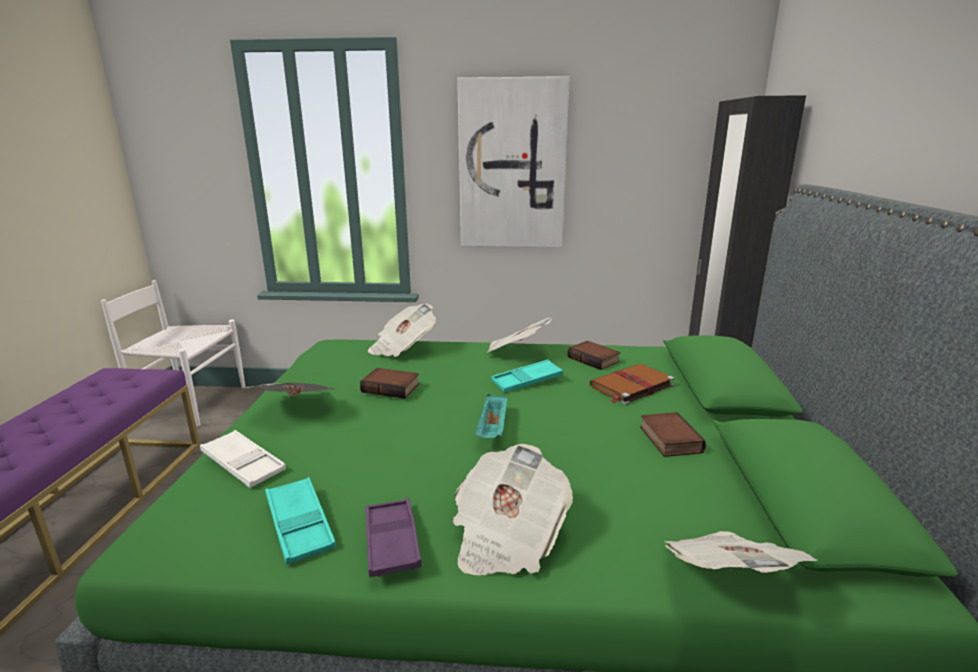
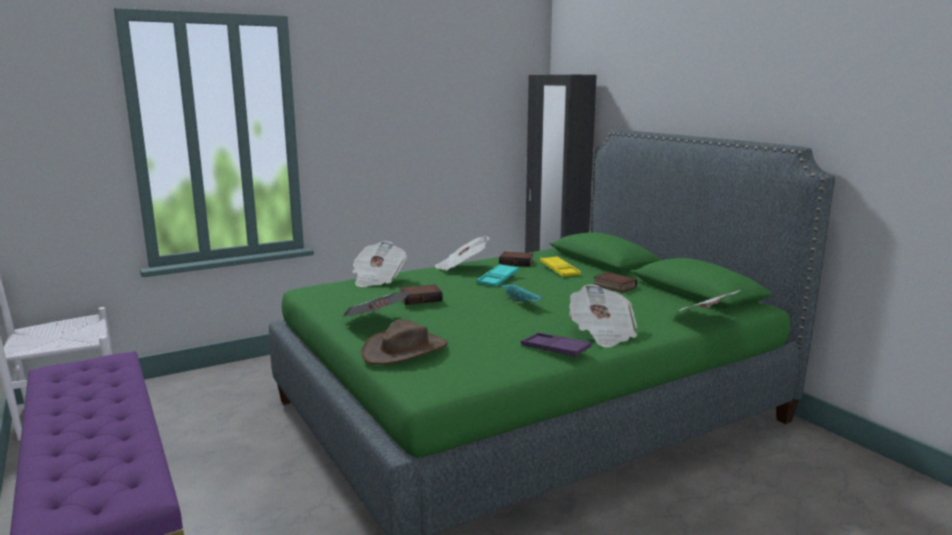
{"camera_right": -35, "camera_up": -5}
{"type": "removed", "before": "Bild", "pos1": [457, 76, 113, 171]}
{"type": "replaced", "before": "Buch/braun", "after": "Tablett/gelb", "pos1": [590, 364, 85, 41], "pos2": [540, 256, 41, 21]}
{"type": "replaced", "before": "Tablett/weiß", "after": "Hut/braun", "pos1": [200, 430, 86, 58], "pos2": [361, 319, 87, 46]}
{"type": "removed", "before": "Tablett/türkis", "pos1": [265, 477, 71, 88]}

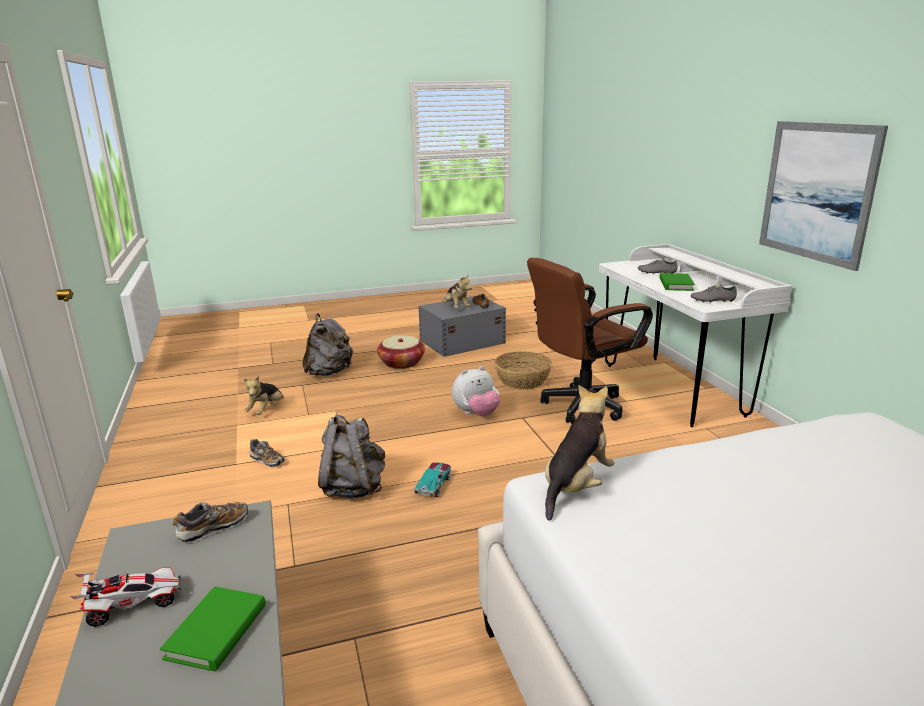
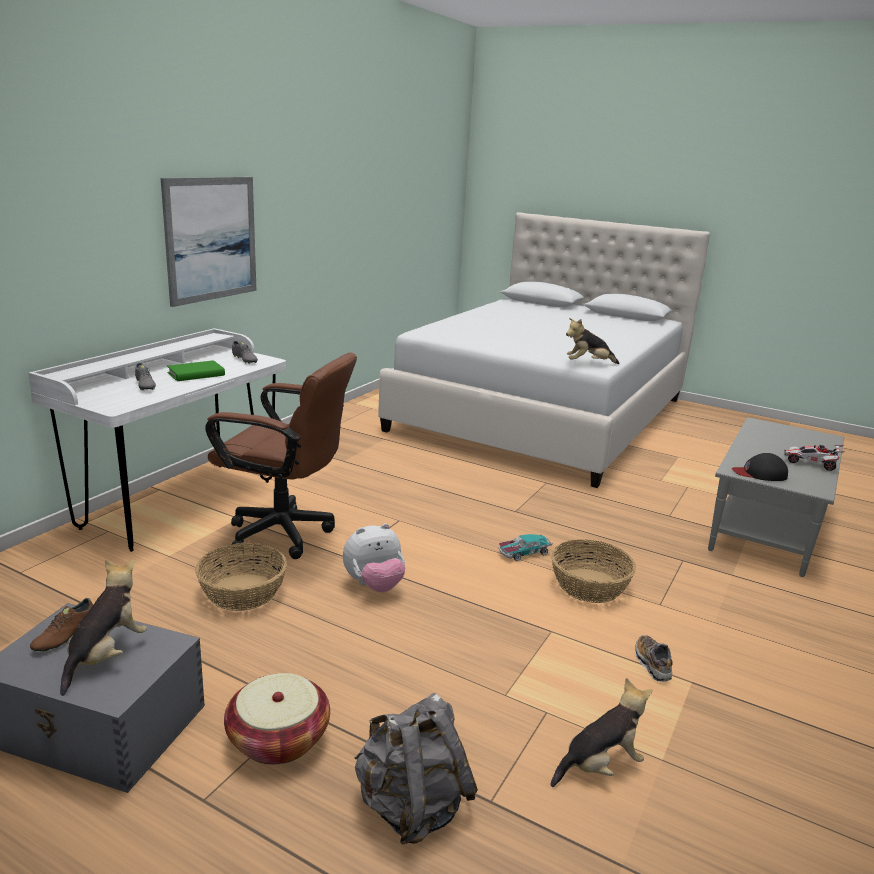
{"camera_right": -135, "camera_up": 0}
{"type": "turned", "before": "Plüschtier", "pos1": [452, 366, 48, 51], "pos2": [343, 523, 62, 69], "turn": 135}
{"type": "replaced", "before": "Rucksack/grau", "after": "Korb", "pos1": [318, 415, 67, 83], "pos2": [551, 539, 85, 64]}
{"type": "replaced", "before": "Schuh", "after": "Kappe/schwarz", "pos1": [172, 502, 76, 41], "pos2": [732, 453, 56, 28]}
{"type": "removed", "before": "Buch/grün", "pos1": [160, 586, 106, 85]}

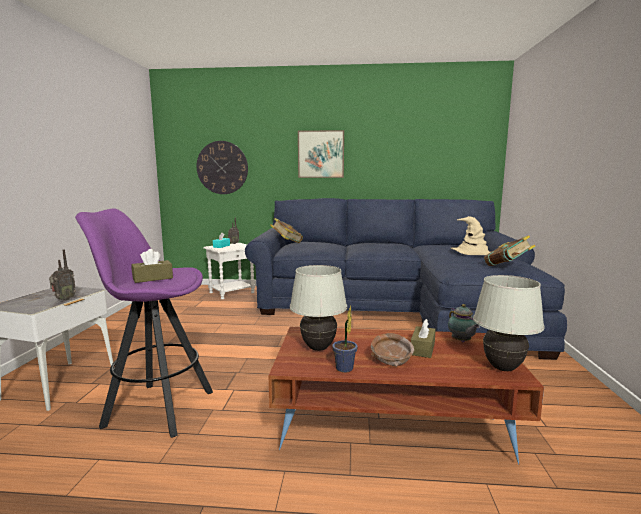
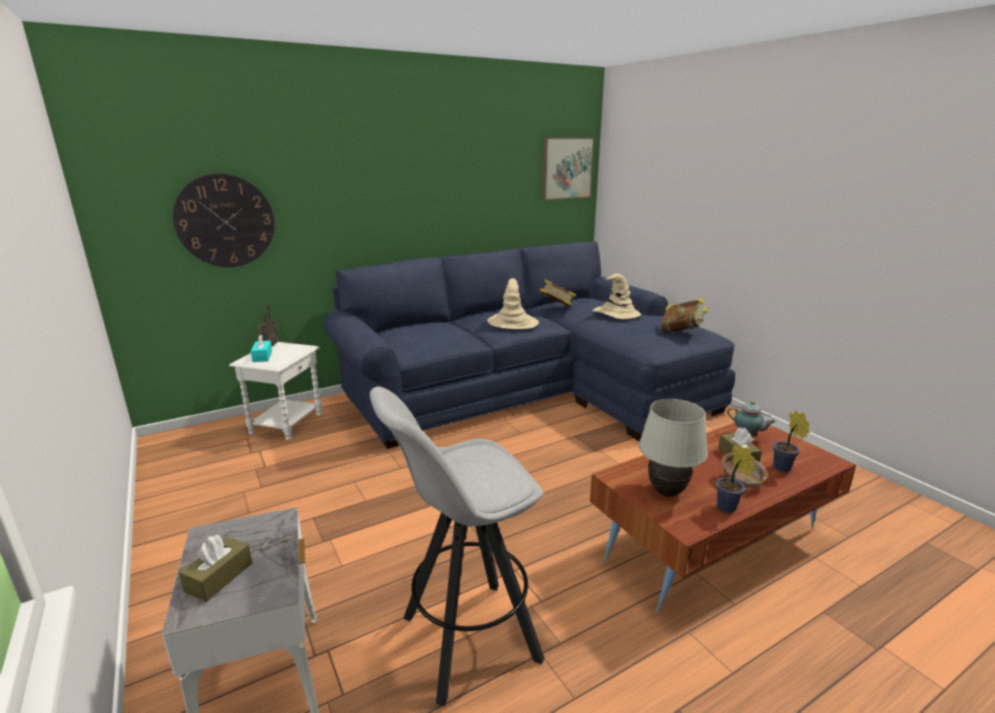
{"camera_right": -35, "camera_up": 10}
{"type": "moved", "before": "Bild", "pos1": [298, 130, 46, 48], "pos2": [542, 137, 53, 63]}
{"type": "recoloured", "before": "Hocker/lila", "after": "Hocker/grau", "pos1": [75, 208, 138, 230], "pos2": [370, 387, 174, 319]}
{"type": "moved", "before": "Buch", "pos1": [270, 218, 33, 25], "pos2": [539, 280, 37, 27]}
{"type": "removed", "before": "Radio", "pos1": [49, 249, 27, 52]}
{"type": "moved", "before": "Taschentuchbox/braun", "pos1": [131, 249, 42, 34], "pos2": [179, 535, 73, 67]}
{"type": "removed", "before": "Tischlampe/weiß", "pos1": [473, 275, 72, 96]}
{"type": "added", "after": "Hut/beige", "pos2": [487, 278, 52, 51]}
{"type": "added", "after": "Topfpflanze", "pos2": [773, 410, 37, 62]}

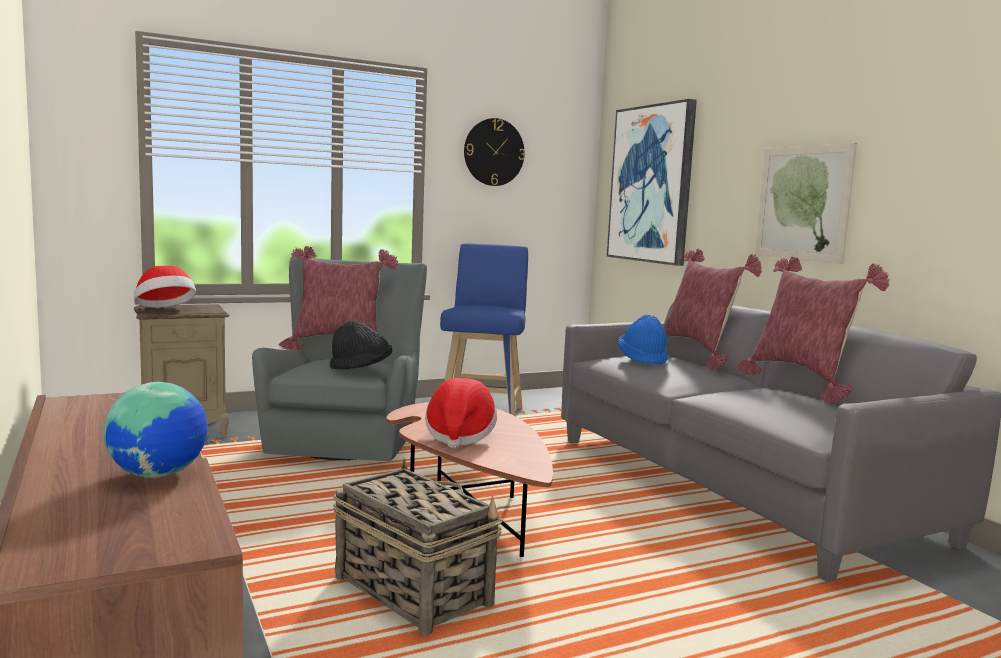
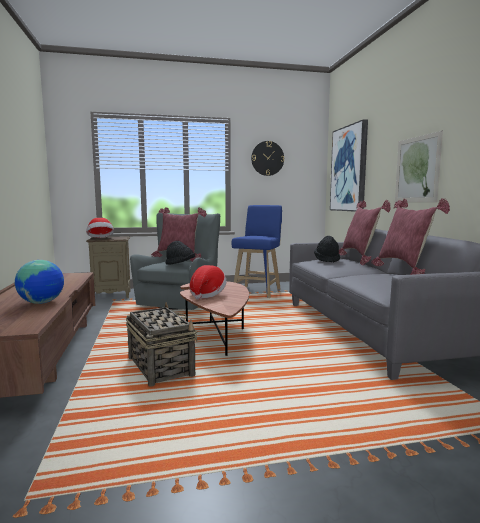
{"camera_right": 15, "camera_up": 0}
{"type": "recoloured", "before": "Hut/blau", "after": "Hut/schwarz", "pos1": [618, 315, 50, 50], "pos2": [314, 236, 26, 27]}

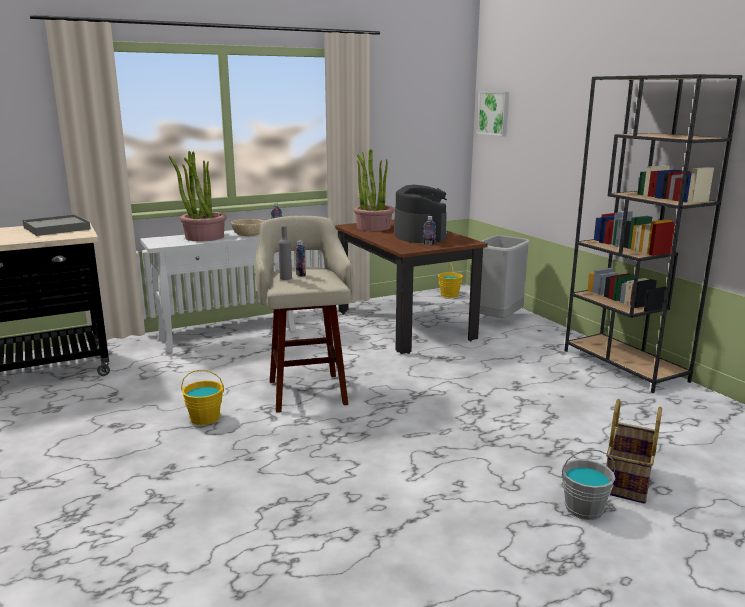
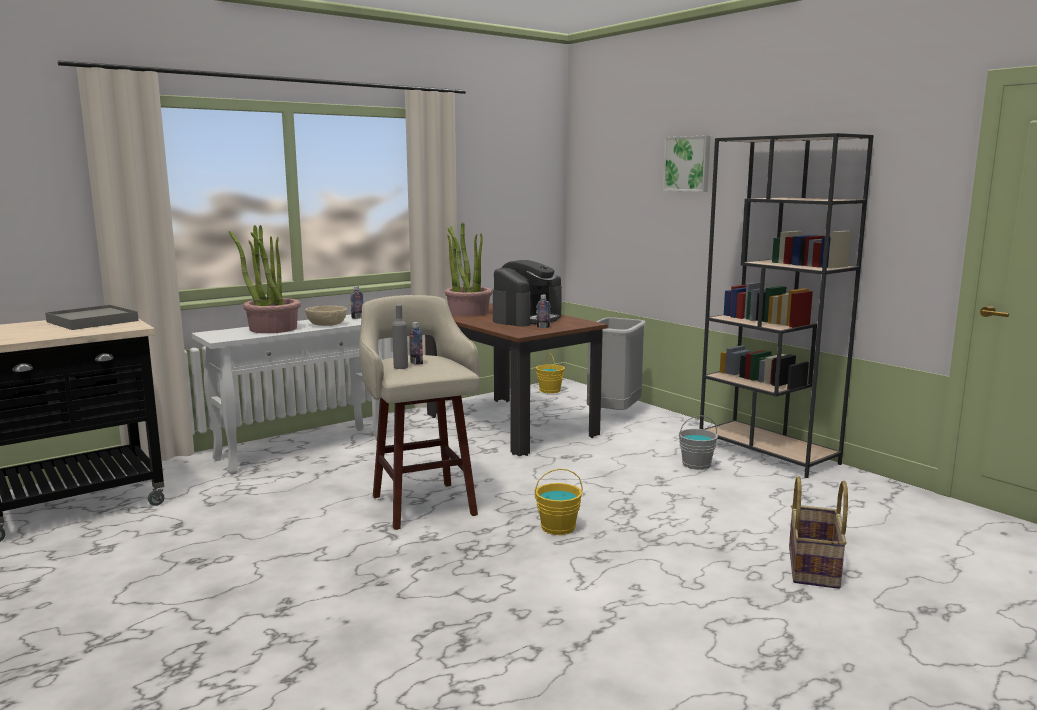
{"camera_right": -10, "camera_up": -5}
{"type": "moved", "before": "Bild", "pos1": [477, 92, 32, 44], "pos2": [663, 135, 48, 57]}
{"type": "turned", "before": "Kaffeemaschine", "pos1": [394, 185, 55, 58], "pos2": [493, 260, 69, 67], "turn": 60}
{"type": "moved", "before": "Eimer/gelb", "pos1": [181, 370, 43, 55], "pos2": [535, 469, 47, 66]}
{"type": "moved", "before": "Eimer/grau", "pos1": [562, 449, 54, 71], "pos2": [679, 415, 39, 55]}

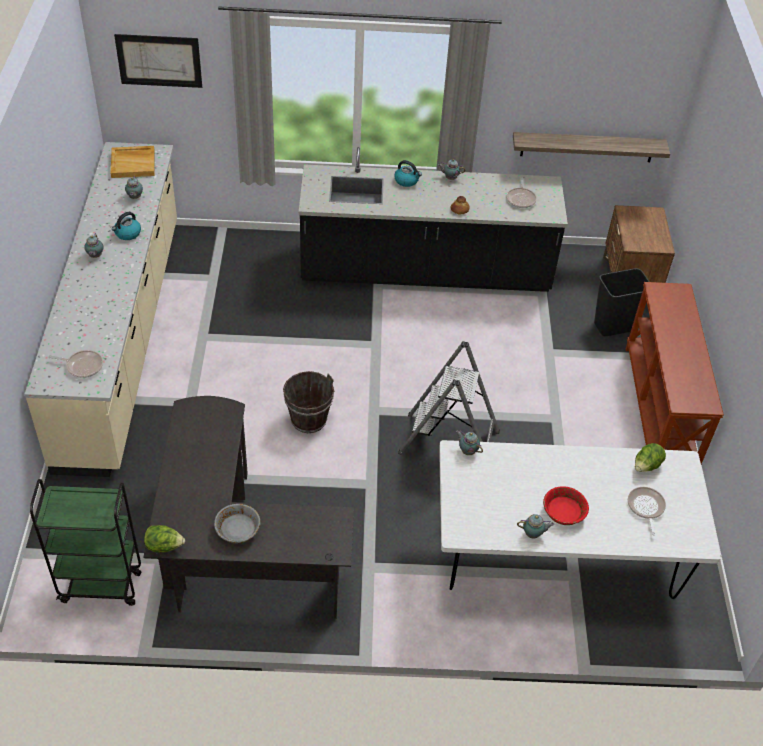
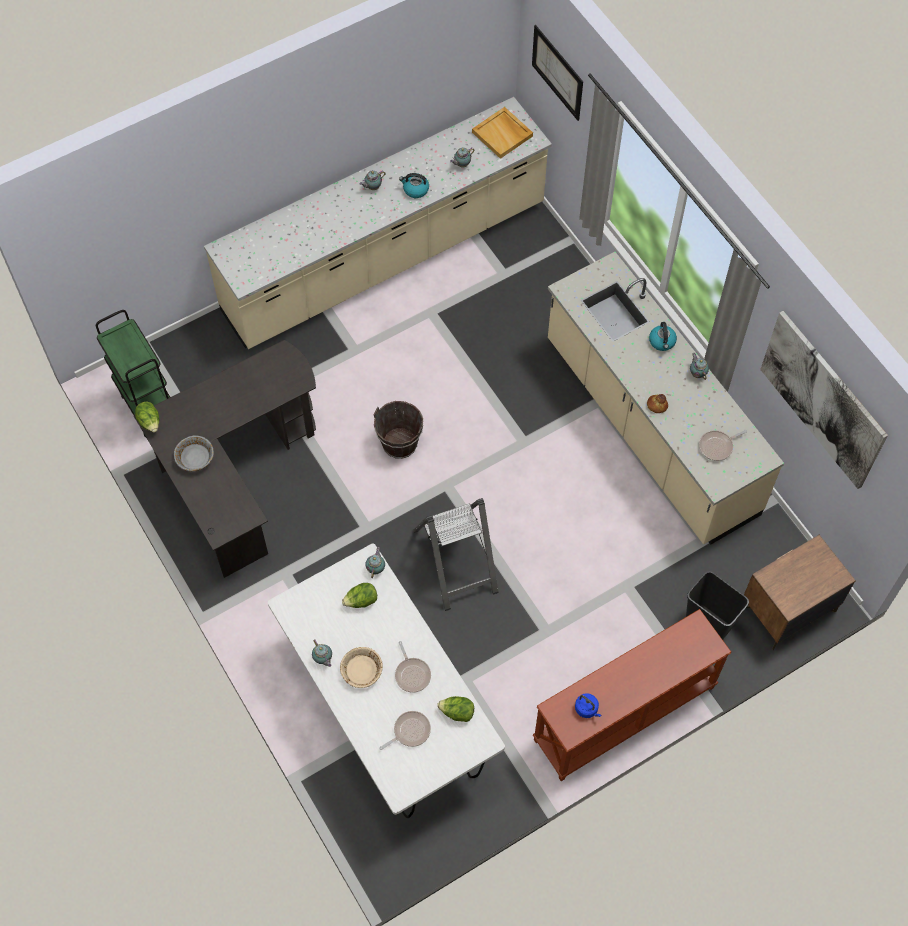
{"camera_right": 60, "camera_up": 15}
{"type": "removed", "before": "Wandregal", "pos1": [513, 132, 157, 30]}
{"type": "recoloured", "before": "Küchenzeile/schwarz", "after": "Küchenzeile/beige", "pos1": [299, 147, 269, 145], "pos2": [548, 252, 236, 293]}
{"type": "moved", "before": "Pfanne", "pos1": [48, 350, 55, 28], "pos2": [395, 641, 36, 52]}
{"type": "recoloured", "before": "Schüssel/rot", "after": "Schüssel/beige", "pos1": [543, 486, 46, 39], "pos2": [340, 647, 43, 41]}
{"type": "added", "after": "Bild", "pos2": [760, 311, 128, 178]}
{"type": "added", "after": "Salatkopf", "pos2": [342, 583, 35, 25]}
{"type": "added", "after": "Wasserkessel/blau", "pos2": [575, 693, 26, 25]}

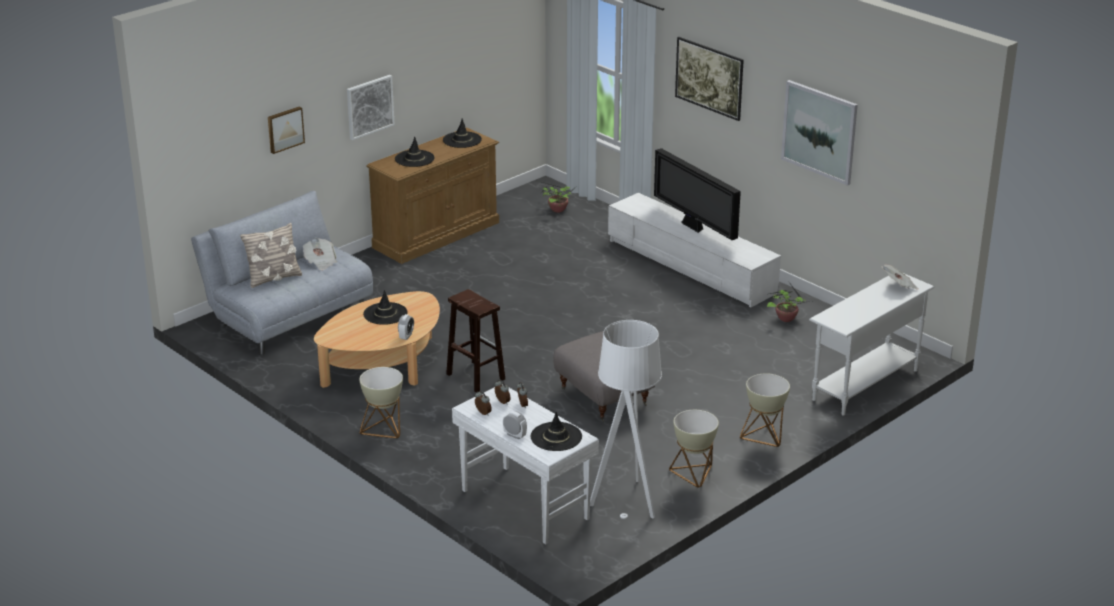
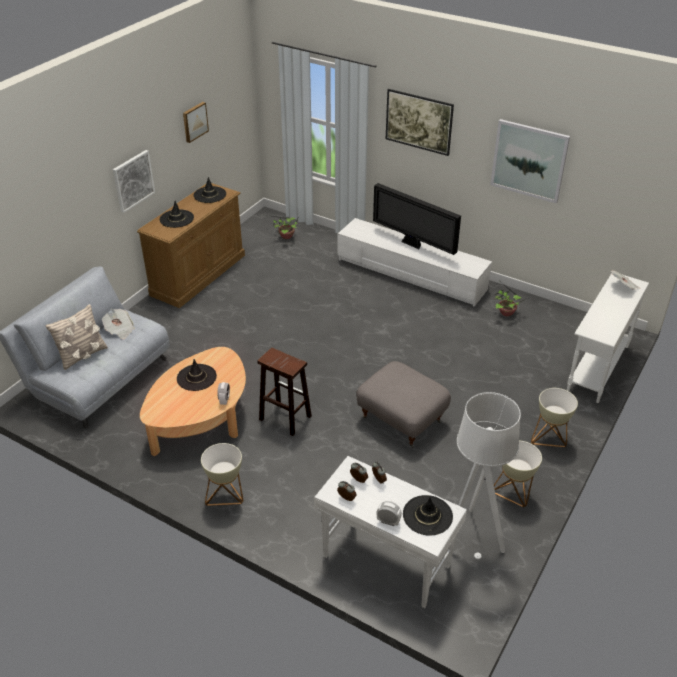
{"camera_right": -15, "camera_up": 10}
{"type": "moved", "before": "Bild", "pos1": [268, 106, 37, 48], "pos2": [183, 102, 26, 41]}

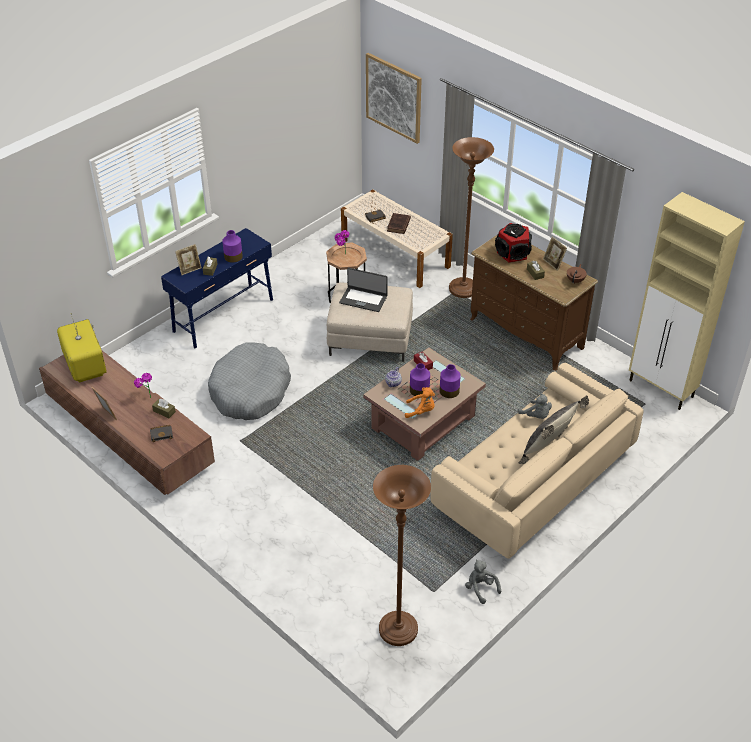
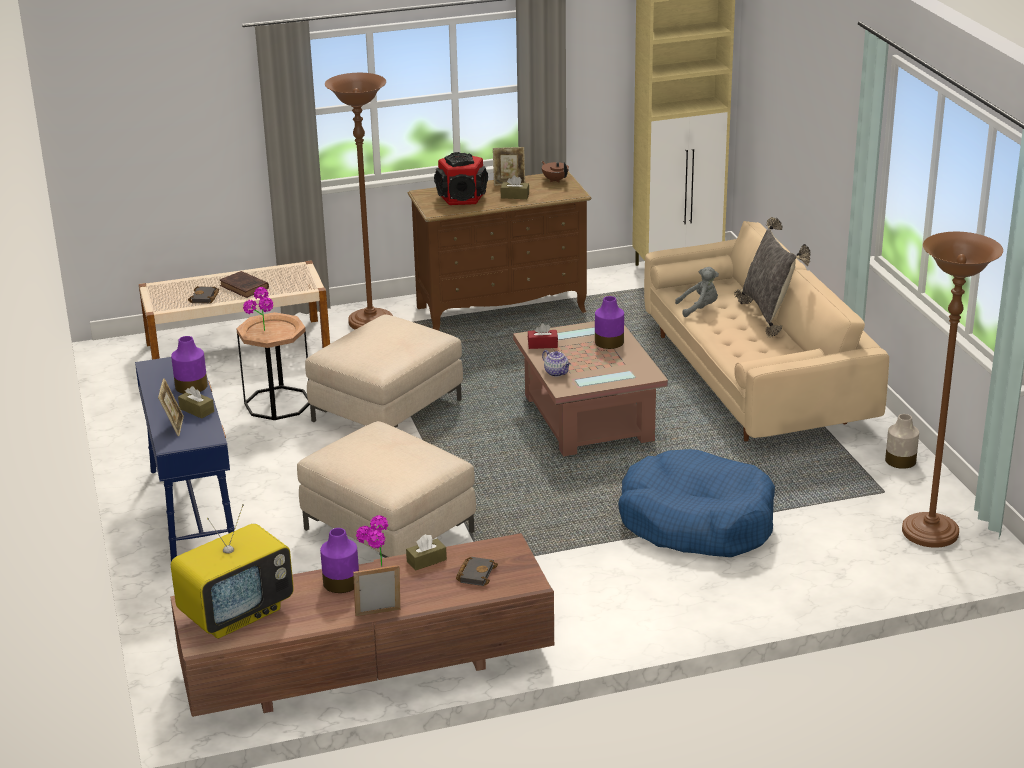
{"camera_right": -60, "camera_up": -15}
{"type": "removed", "before": "Bild", "pos1": [366, 53, 56, 91]}
{"type": "removed", "before": "Laptop", "pos1": [339, 268, 49, 44]}
{"type": "turned", "before": "Fernseher", "pos1": [57, 313, 50, 69], "pos2": [171, 504, 123, 135], "turn": 135}
{"type": "replaced", "before": "Hundebett/grau", "after": "Polsterhocker/beige", "pos1": [208, 342, 83, 78], "pos2": [297, 421, 179, 137]}
{"type": "moved", "before": "Vase/lila", "pos1": [410, 363, 20, 33], "pos2": [320, 528, 39, 65]}
{"type": "removed", "before": "Plüschtier/orange", "pos1": [405, 387, 30, 31]}
{"type": "replaced", "before": "Plüschtier/grau", "after": "Vase/beige", "pos1": [465, 559, 36, 45], "pos2": [885, 414, 34, 55]}
{"type": "added", "after": "Hundebett/blau", "pos2": [618, 449, 157, 108]}

